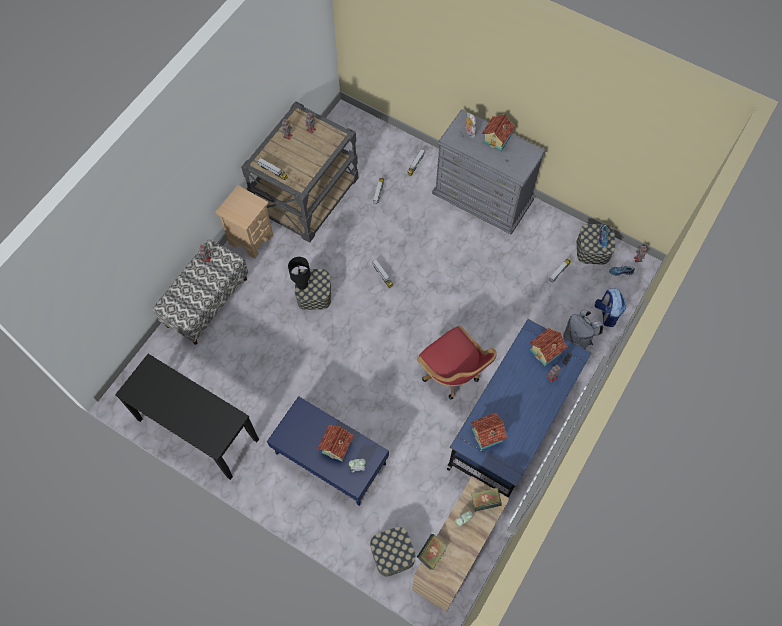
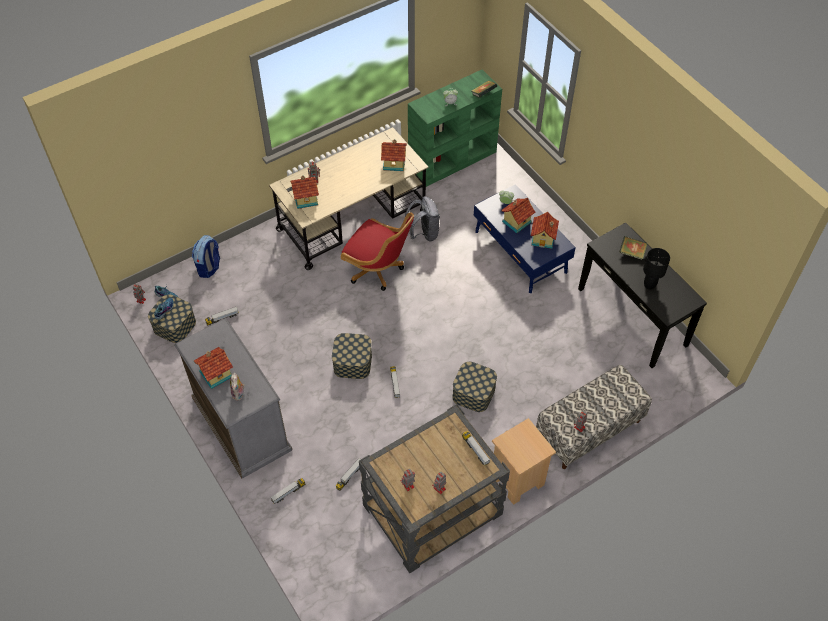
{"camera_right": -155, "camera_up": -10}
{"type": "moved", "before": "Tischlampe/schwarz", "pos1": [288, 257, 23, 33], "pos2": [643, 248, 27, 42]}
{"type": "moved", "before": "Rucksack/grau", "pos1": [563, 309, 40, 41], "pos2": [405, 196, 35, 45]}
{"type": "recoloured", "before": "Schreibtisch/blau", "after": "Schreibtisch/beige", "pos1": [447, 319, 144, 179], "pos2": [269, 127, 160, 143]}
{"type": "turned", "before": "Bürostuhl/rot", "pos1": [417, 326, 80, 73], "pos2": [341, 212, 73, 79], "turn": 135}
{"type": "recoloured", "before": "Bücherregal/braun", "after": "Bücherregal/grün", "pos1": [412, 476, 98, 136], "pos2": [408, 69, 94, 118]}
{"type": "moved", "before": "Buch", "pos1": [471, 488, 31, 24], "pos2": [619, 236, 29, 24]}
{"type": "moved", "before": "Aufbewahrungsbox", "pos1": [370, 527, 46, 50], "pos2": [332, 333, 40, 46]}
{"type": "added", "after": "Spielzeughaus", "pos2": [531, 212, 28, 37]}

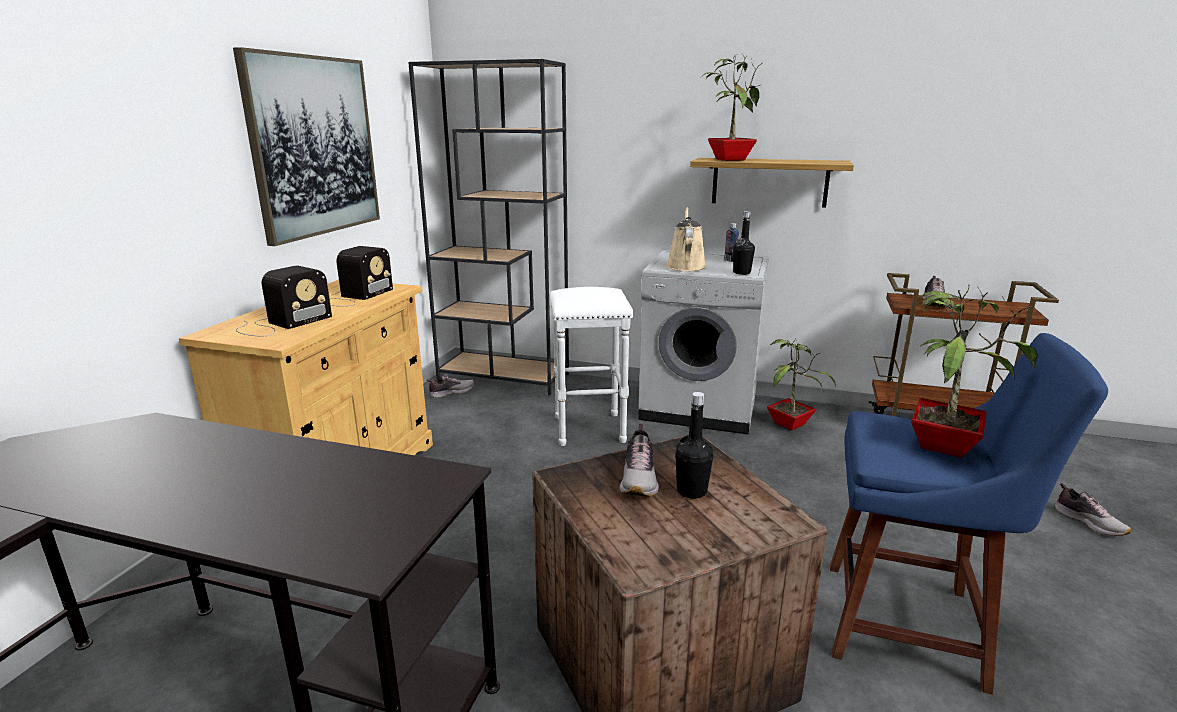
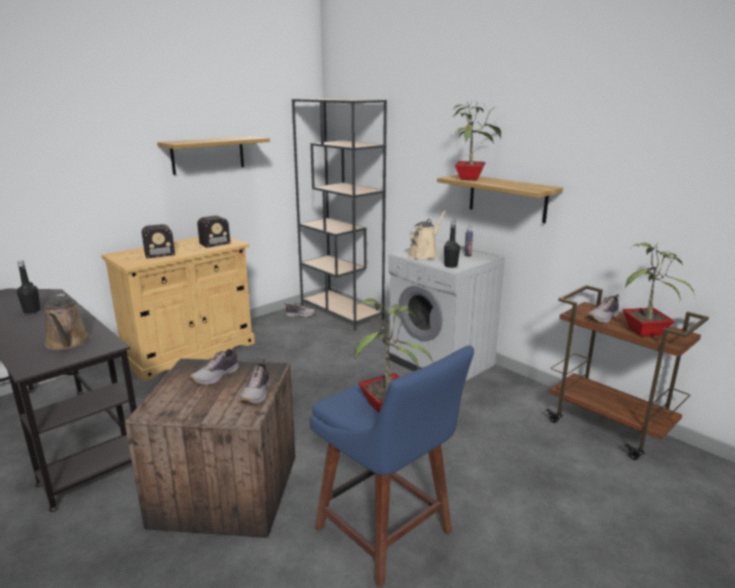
{"camera_right": 30, "camera_up": 0}
{"type": "replaced", "before": "Bild", "after": "Wandregal", "pos1": [233, 47, 147, 199], "pos2": [157, 136, 113, 39]}
{"type": "removed", "before": "Hocker/weiß", "pos1": [550, 287, 83, 159]}
{"type": "moved", "before": "Topfpflanze", "pos1": [767, 339, 69, 92], "pos2": [622, 243, 73, 94]}
{"type": "moved", "before": "Flasche/schwarz", "pos1": [675, 392, 38, 107], "pos2": [17, 261, 23, 53]}
{"type": "moved", "before": "Schuh", "pos1": [1055, 483, 76, 53], "pos2": [239, 359, 32, 45]}
{"type": "added", "after": "Gießkanne/braun", "pos2": [44, 293, 47, 57]}

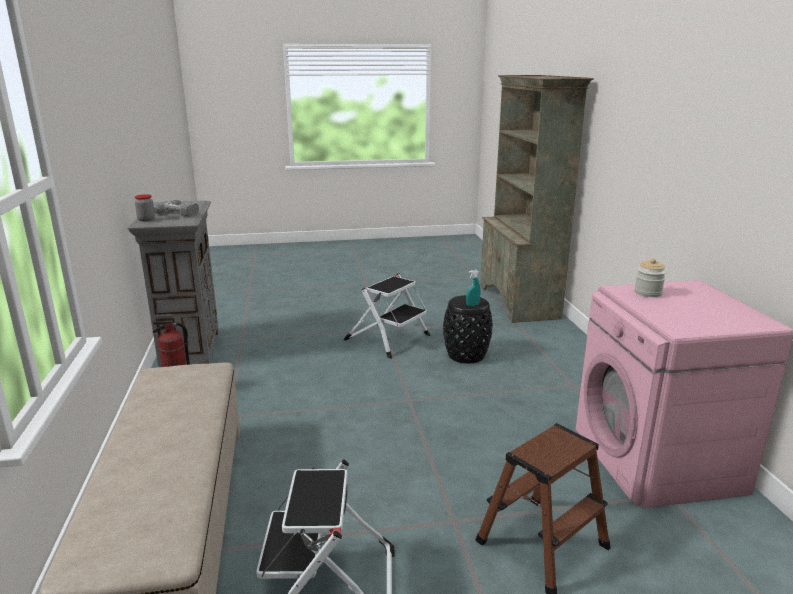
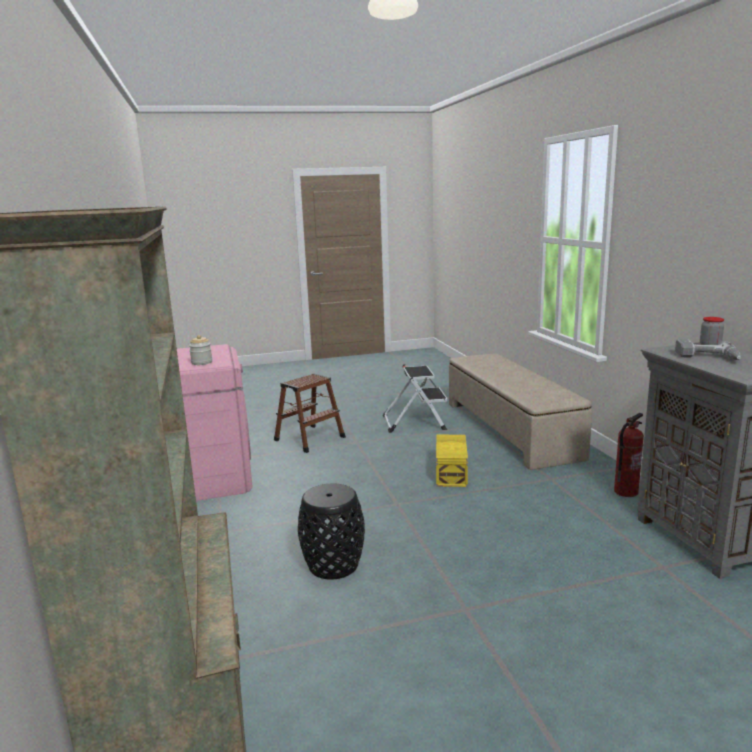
{"camera_right": 175, "camera_up": -5}
{"type": "removed", "before": "Sprühflasche/türkis", "pos1": [466, 270, 14, 36]}
{"type": "removed", "before": "Trittleiter", "pos1": [343, 273, 87, 86]}
{"type": "added", "after": "Aufbewahrungsbox/gelb", "pos2": [436, 435, 32, 52]}

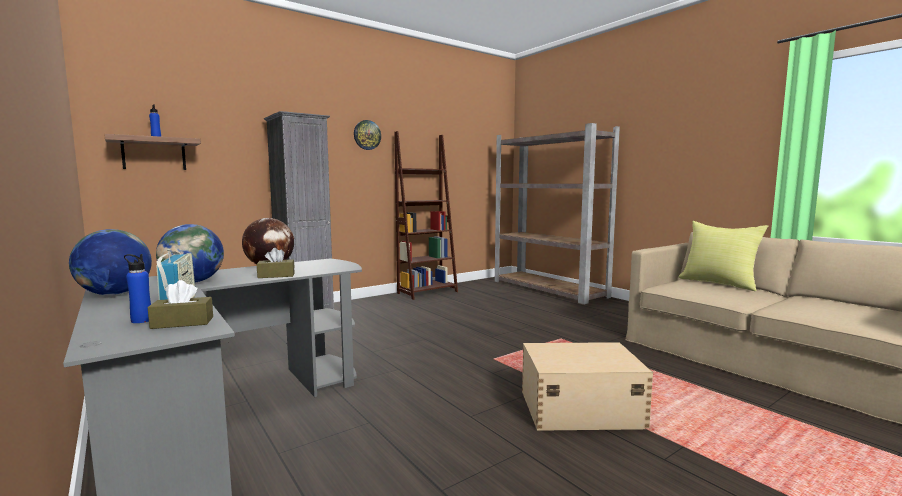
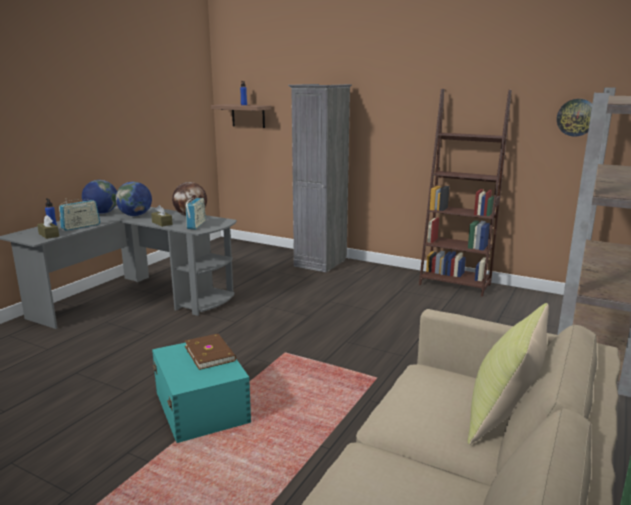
{"camera_right": 65, "camera_up": 10}
{"type": "moved", "before": "Wanduhr", "pos1": [354, 120, 27, 30], "pos2": [557, 99, 35, 38]}
{"type": "recoloured", "before": "Aufbewahrungsbox/beige", "after": "Aufbewahrungsbox/türkis", "pos1": [522, 342, 131, 89], "pos2": [152, 343, 99, 100]}
{"type": "added", "after": "Radio", "pos2": [186, 197, 20, 32]}
{"type": "added", "after": "Buch/braun", "pos2": [185, 334, 51, 36]}

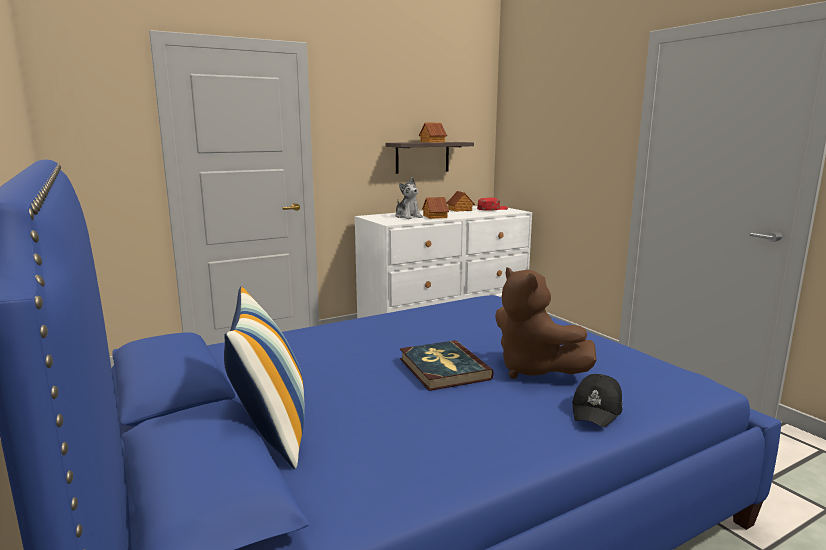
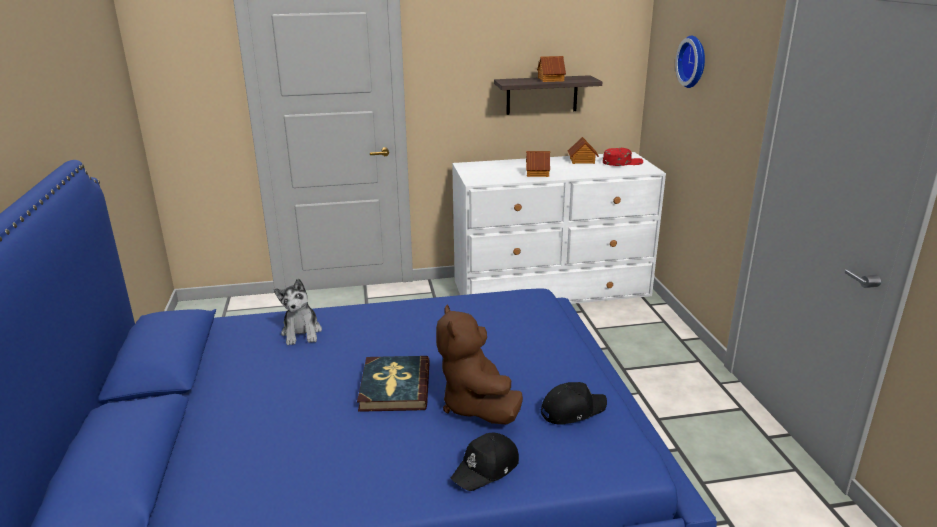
{"camera_right": 20, "camera_up": 10}
{"type": "moved", "before": "Plüschtier", "pos1": [395, 177, 28, 42], "pos2": [274, 278, 48, 67]}
{"type": "removed", "before": "Kissen", "pos1": [224, 287, 80, 182]}
{"type": "added", "after": "Wanduhr", "pos2": [675, 36, 30, 52]}
{"type": "added", "after": "Kappe/schwarz", "pos2": [541, 382, 66, 43]}

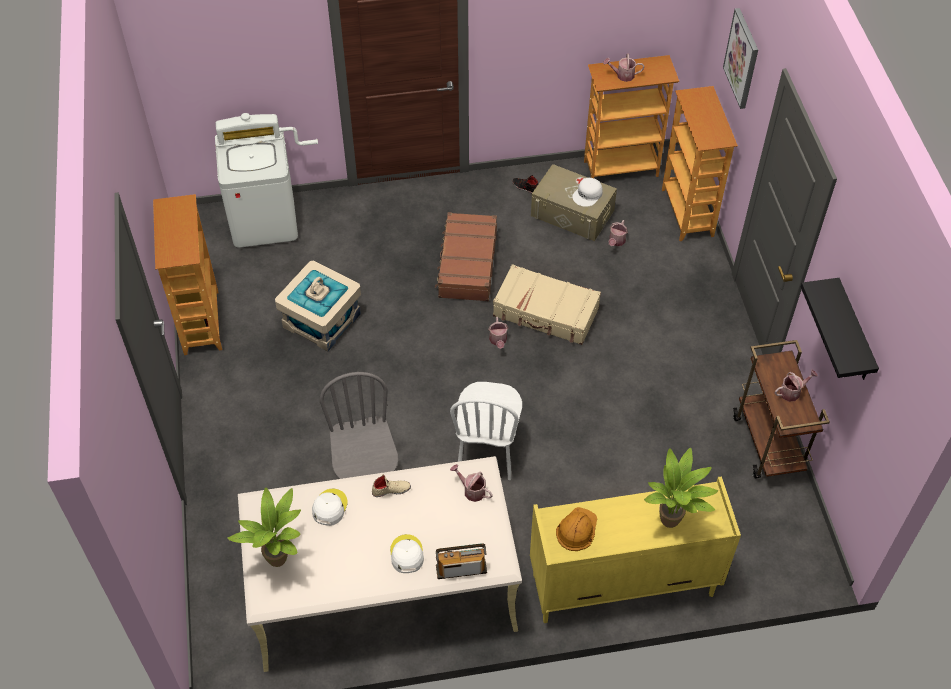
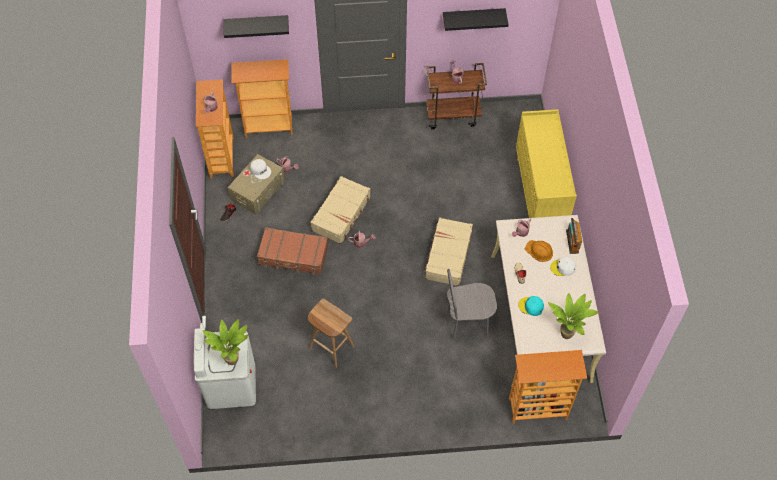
{"camera_right": -85, "camera_up": 5}
{"type": "replaced", "before": "Bild", "after": "Wandregal/schwarz", "pos1": [723, 8, 35, 101], "pos2": [224, 15, 65, 23]}
{"type": "moved", "before": "Bücherregal", "pos1": [153, 194, 69, 161], "pos2": [509, 350, 78, 74]}
{"type": "replaced", "before": "Aufbewahrungsbox/beige", "after": "Hocker/braun", "pos1": [275, 260, 86, 91], "pos2": [308, 299, 46, 69]}
{"type": "replaced", "before": "Stuhl/weiß", "after": "Koffer/beige", "pos1": [450, 382, 72, 98], "pos2": [424, 217, 49, 69]}
{"type": "moved", "before": "Topfpflanze", "pos1": [644, 448, 74, 80], "pos2": [202, 319, 46, 46]}
{"type": "recoloured", "before": "Kappe/weiß", "after": "Kappe/türkis", "pos1": [312, 489, 36, 37], "pos2": [518, 296, 26, 20]}
{"type": "moved", "before": "Schutzhelm/orange", "pos1": [556, 507, 41, 44], "pos2": [525, 240, 28, 22]}

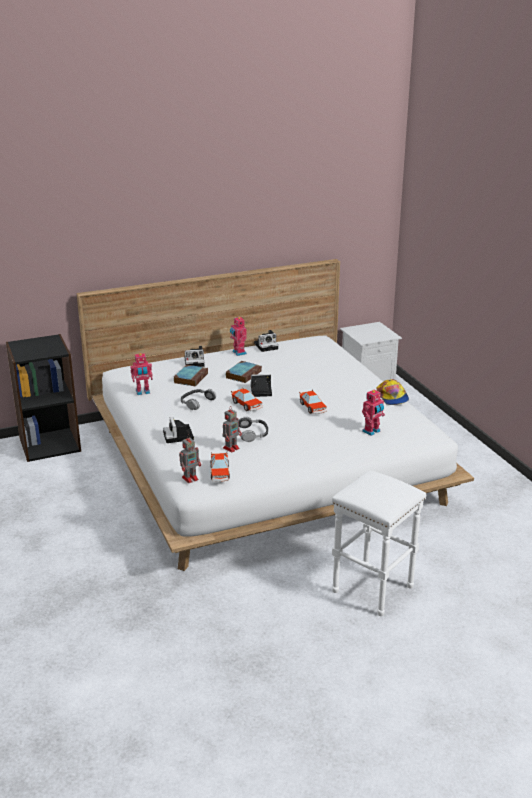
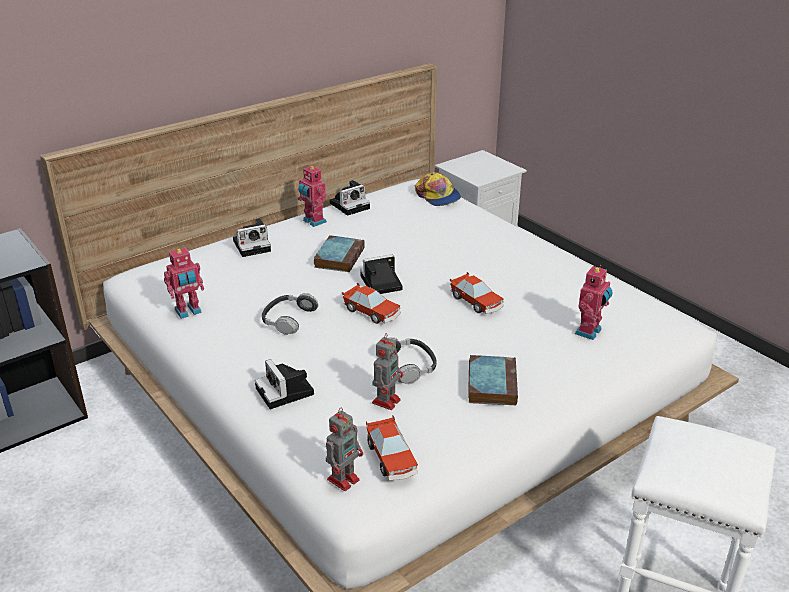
{"camera_right": -15, "camera_up": 5}
{"type": "moved", "before": "Buch", "pos1": [174, 365, 34, 21], "pos2": [468, 355, 50, 51]}
{"type": "moved", "before": "Kappe", "pos1": [377, 379, 32, 26], "pos2": [415, 172, 46, 34]}

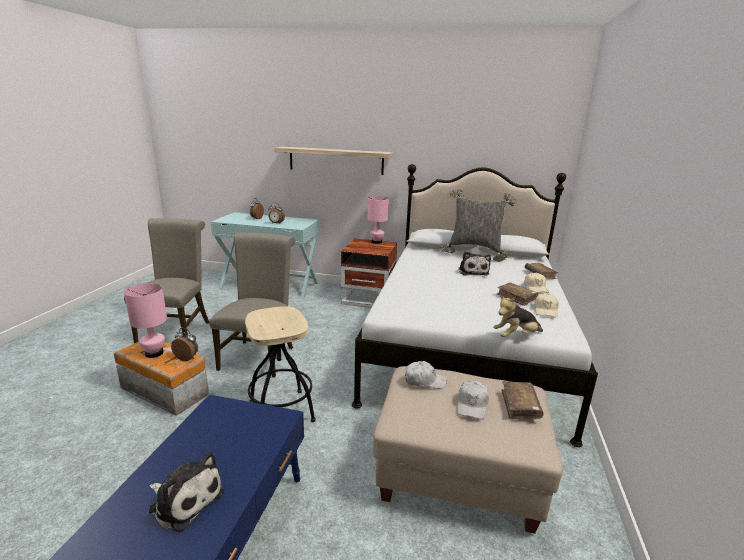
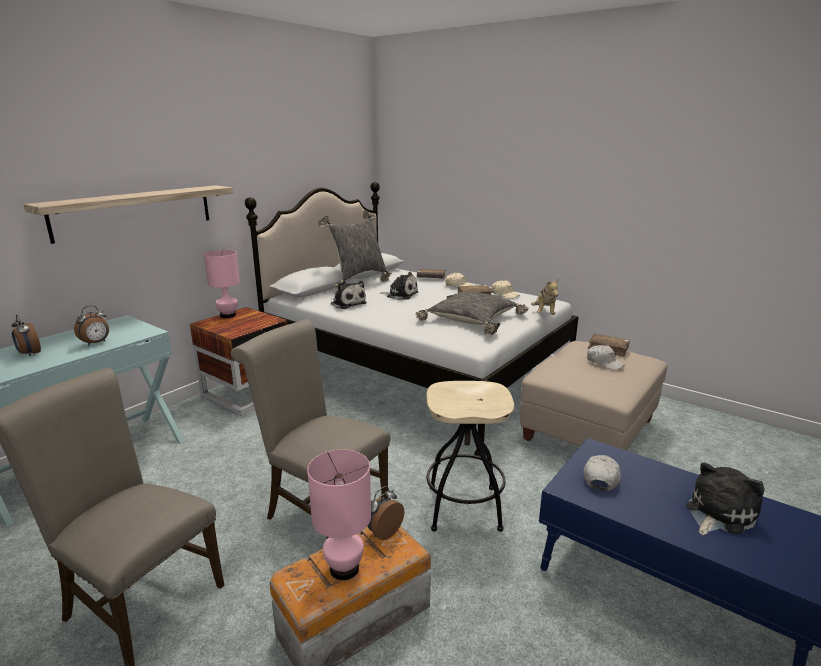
{"camera_right": -65, "camera_up": 0}
{"type": "moved", "before": "Kappe/weiß", "pos1": [405, 361, 42, 28], "pos2": [583, 455, 38, 36]}
{"type": "added", "after": "Plüschtier", "pos2": [331, 281, 36, 28]}
{"type": "added", "after": "Kissen", "pos2": [416, 292, 112, 43]}

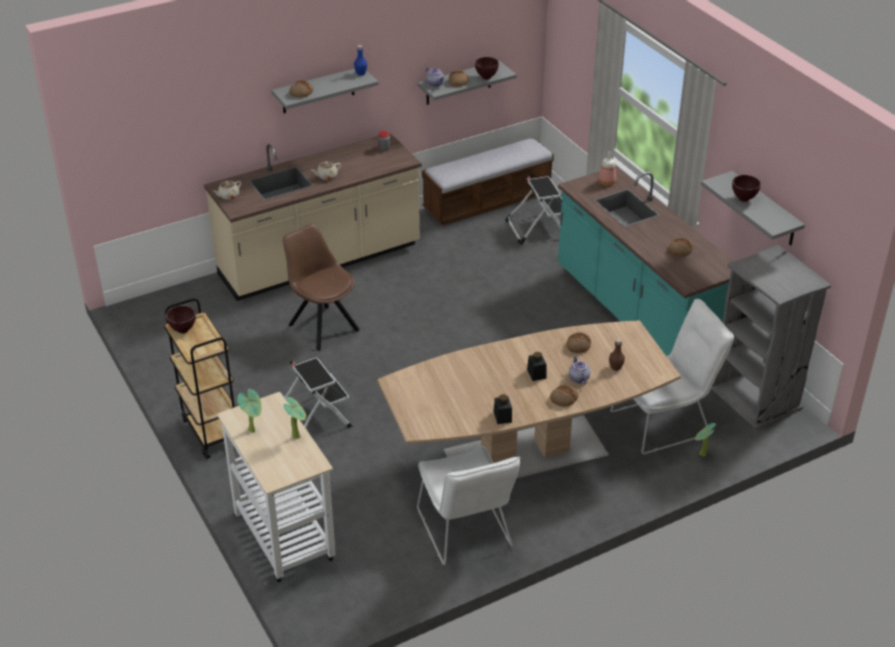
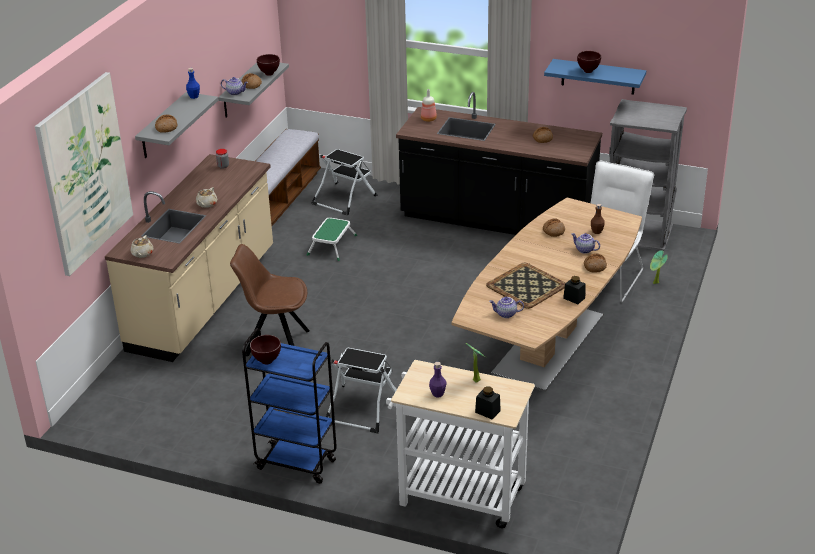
{"camera_right": -40, "camera_up": -5}
{"type": "recoloured", "before": "Küchenzeile/türkis", "after": "Küchenzeile/schwarz", "pos1": [558, 166, 176, 190], "pos2": [396, 92, 206, 143]}
{"type": "recoloured", "before": "Wandregal/grau", "after": "Wandregal/blau", "pos1": [701, 171, 104, 75], "pos2": [544, 59, 102, 36]}
{"type": "recoloured", "before": "Rollwagen/braun", "after": "Rollwagen/blau", "pos1": [165, 298, 71, 161], "pos2": [242, 328, 95, 156]}
{"type": "moved", "before": "Vorratsglas/schwarz", "pos1": [527, 352, 19, 29], "pos2": [475, 386, 26, 34]}
{"type": "replaced", "before": "Topfpflanze", "after": "Flasche/lila", "pos1": [237, 389, 25, 44], "pos2": [429, 362, 18, 36]}
{"type": "removed", "before": "Stuhl/weiß", "pos1": [417, 446, 104, 119]}
{"type": "added", "after": "Bild", "pos2": [35, 72, 98, 204]}
{"type": "added", "after": "Trittleiter/grün", "pos2": [307, 218, 50, 43]}
{"type": "added", "after": "Tablett", "pos2": [486, 263, 79, 46]}
{"type": "added", "after": "Teekanne", "pos2": [489, 297, 35, 21]}

